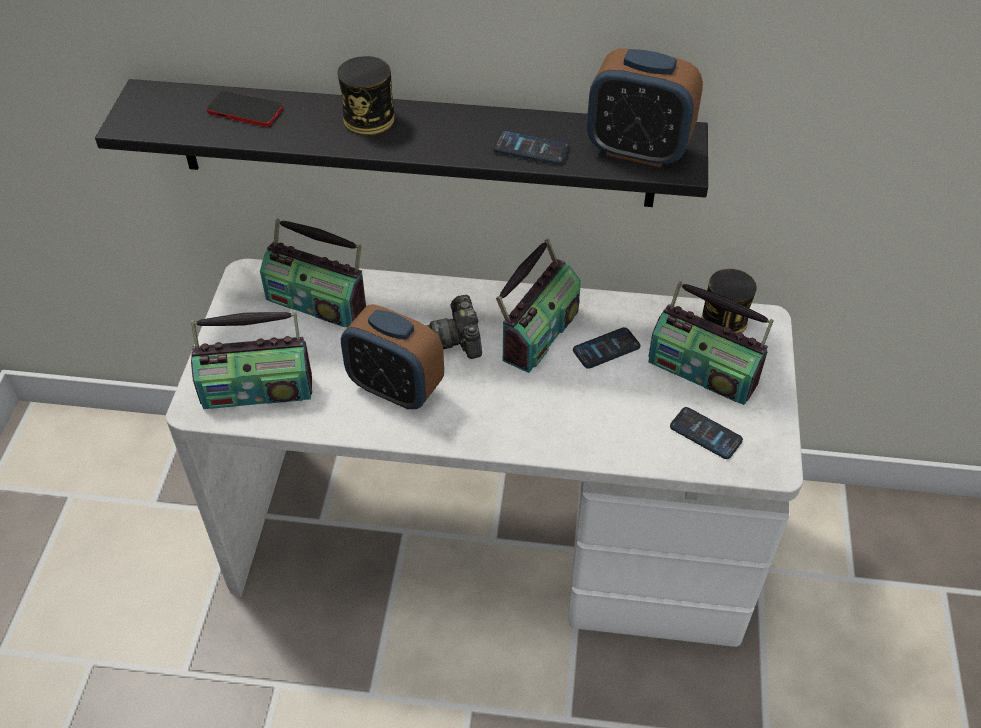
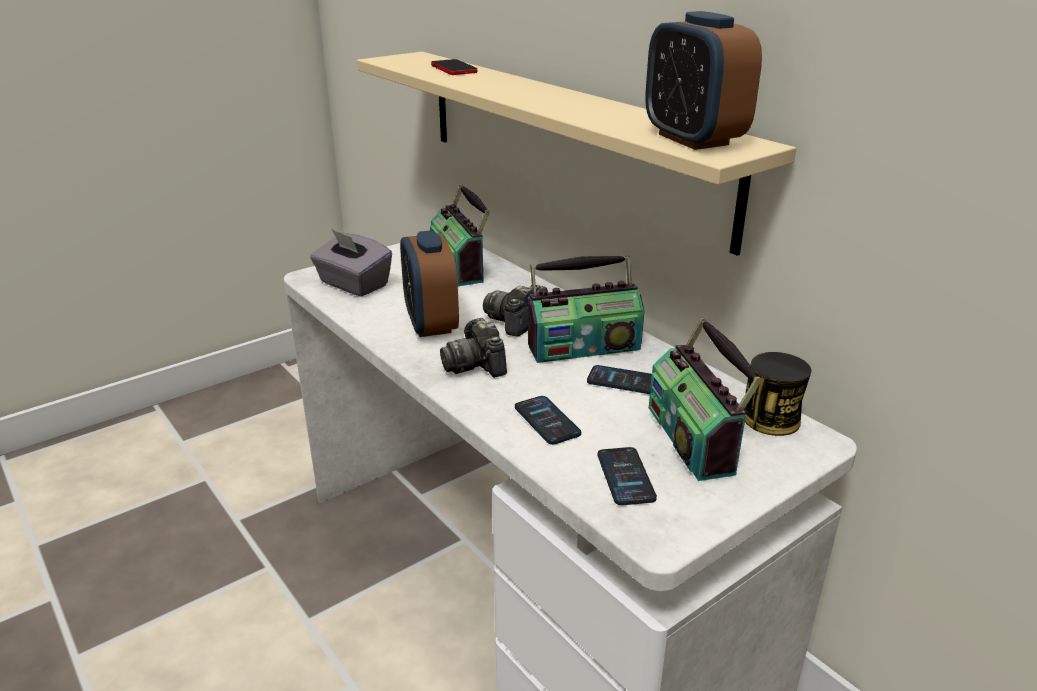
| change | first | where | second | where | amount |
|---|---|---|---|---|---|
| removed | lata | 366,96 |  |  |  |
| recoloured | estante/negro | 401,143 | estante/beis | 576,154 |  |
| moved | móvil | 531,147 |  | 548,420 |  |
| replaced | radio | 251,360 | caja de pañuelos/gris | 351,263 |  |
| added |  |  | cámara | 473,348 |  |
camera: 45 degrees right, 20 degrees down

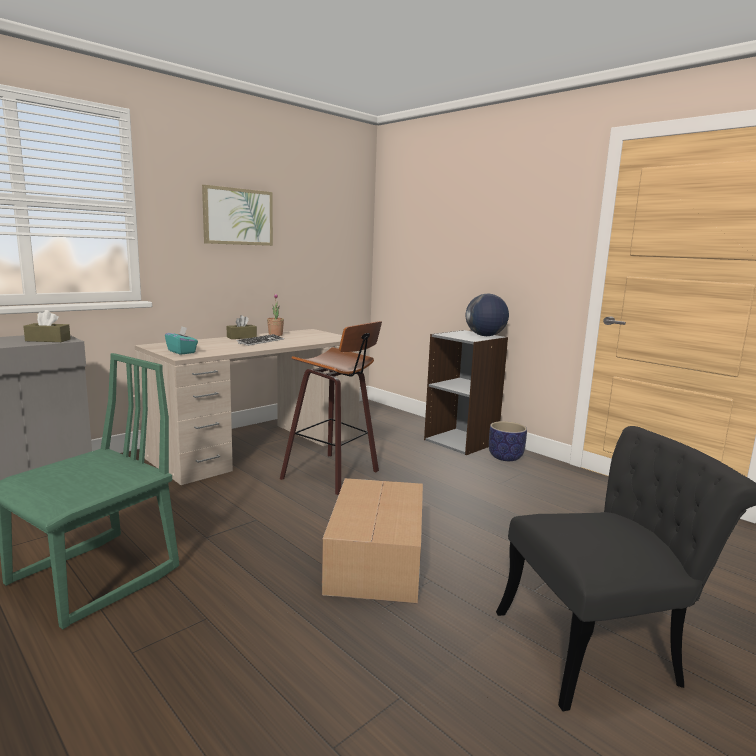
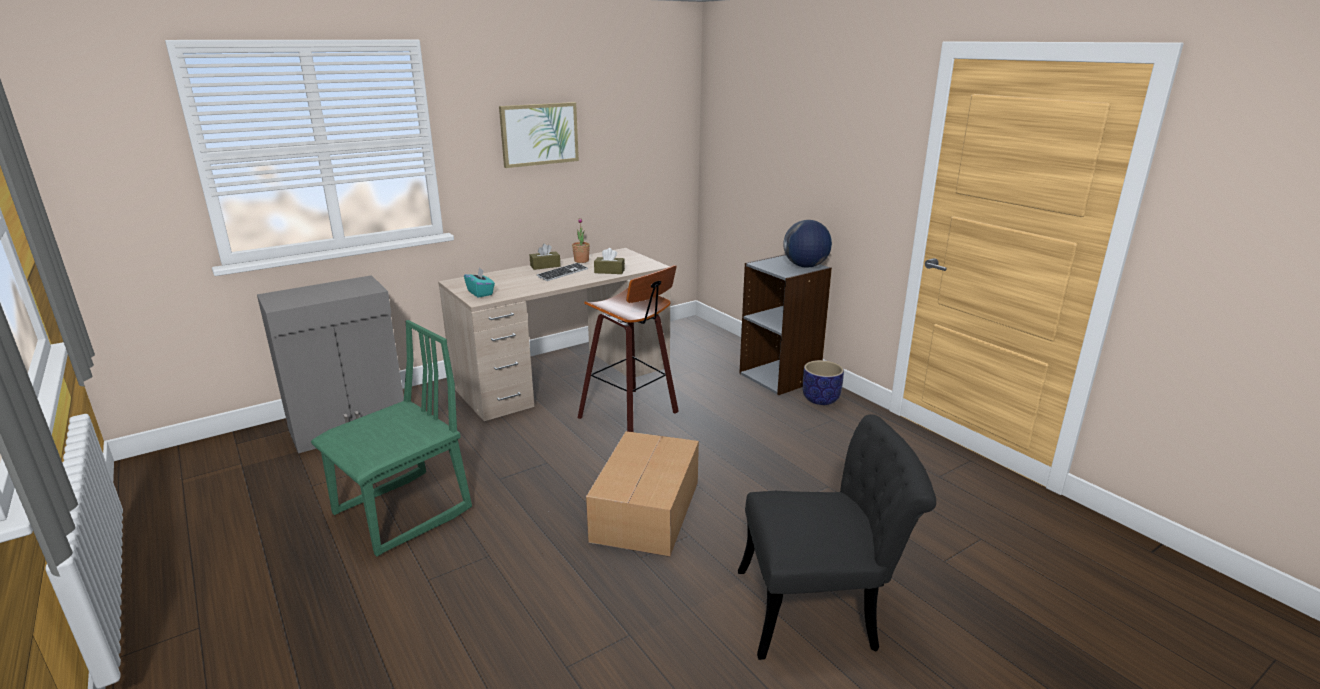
| change | first | where | second | where | amount |
|---|---|---|---|---|---|
| moved | caja de pañuelos/marrón | 47,326 |  | 609,261 |  |
camera: 10 degrees right, 10 degrees up

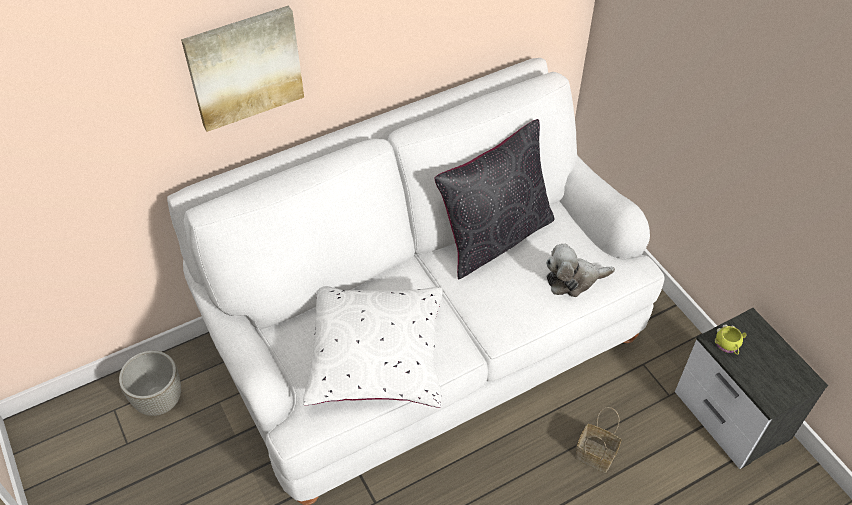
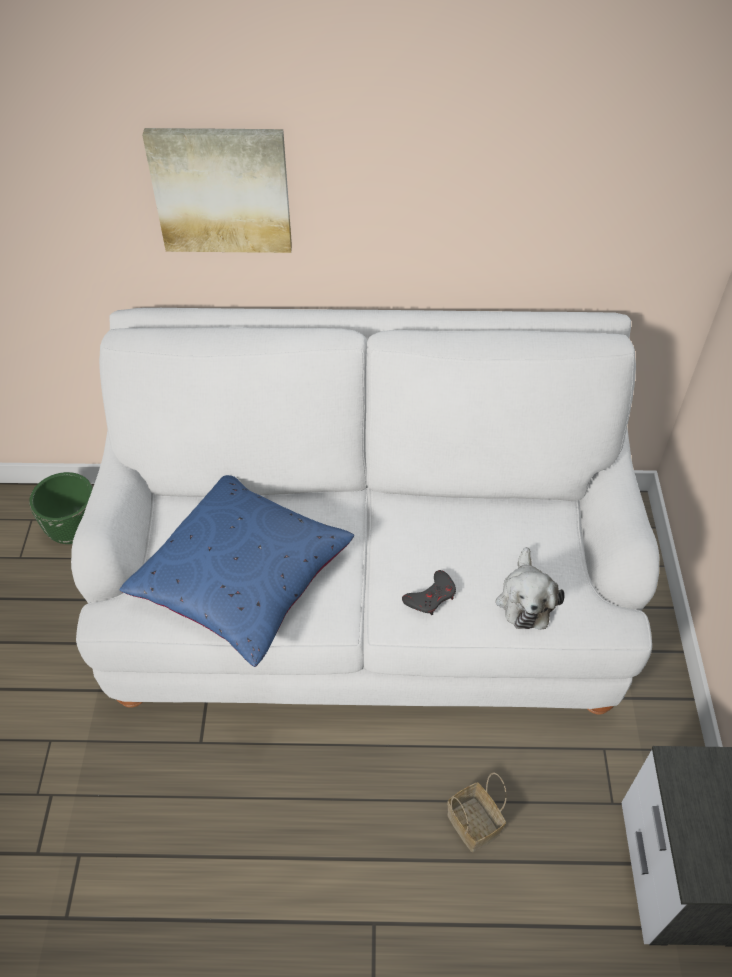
| change | first | where | second | where | amount |
|---|---|---|---|---|---|
| removed | cojín/negro | 494,199 |  |  |  |
| turned | peluche | 580,270 |  | 530,588 | 105 degrees counterclockwise |
| recoloured | cojín/blanco | 372,347 | cojín/azul | 236,571 |  |
| removed | taza grande/amarillo | 731,339 |  |  |  |
| recoloured | maceta/gris | 150,383 | maceta/verde | 61,508 |  |
| added |  |  | mando de consola/gris | 429,592 |  |
camera: 30 degrees right, 0 degrees up

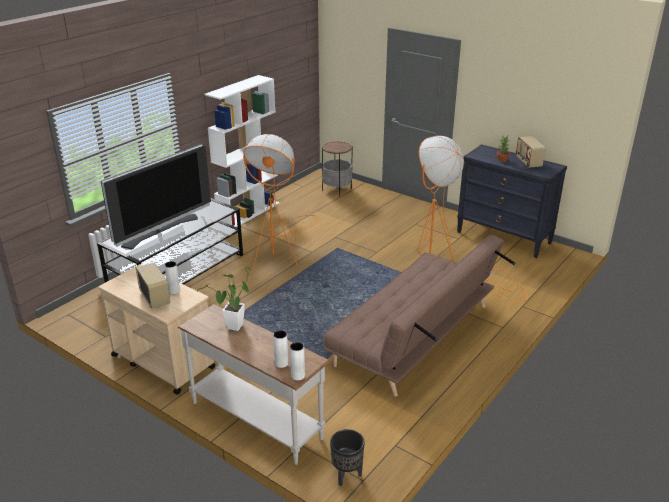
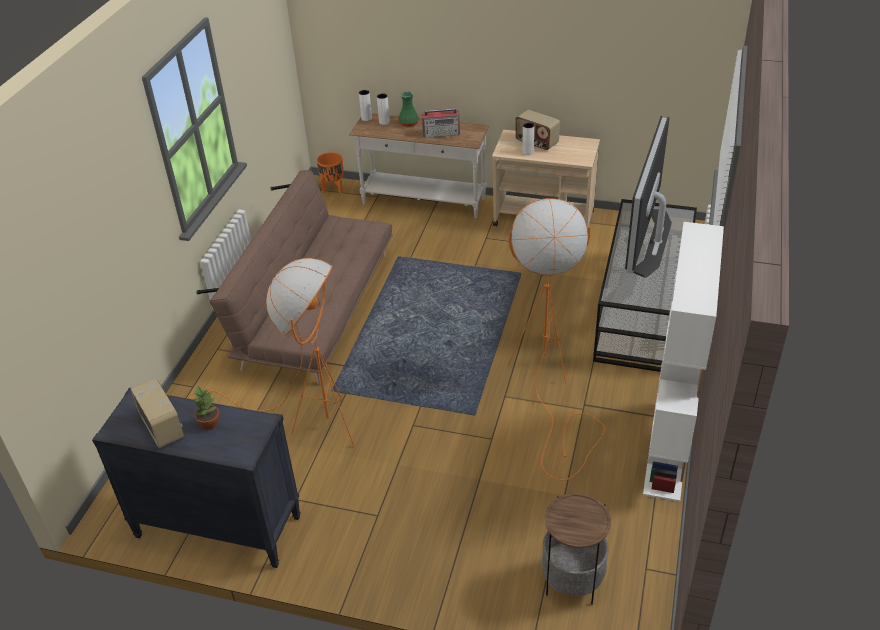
| change | first | where | second | where | amount |
|---|---|---|---|---|---|
| replaced | planta en maceta | 224,298 | radio | 441,123 |  |
| recoloured | maceta/negro | 347,457 | maceta/naranja | 330,172 |  |
| added |  |  | florero/verde | 409,109 |  |
camera: 160 degrees right, 10 degrees up

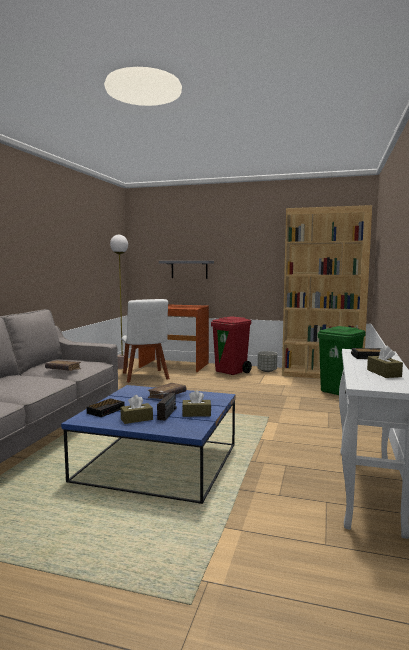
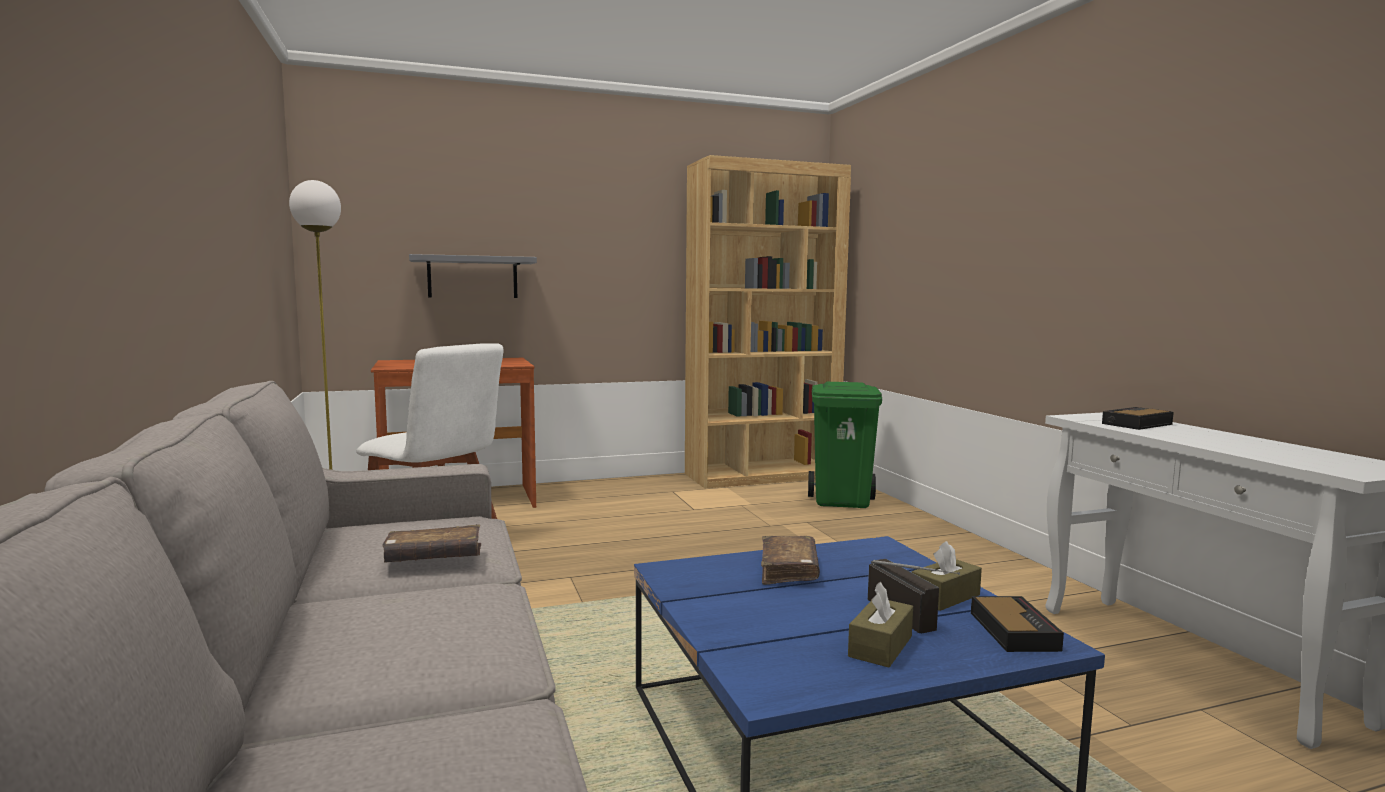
| change | first | where | second | where | amount |
|---|---|---|---|---|---|
| removed | papelera/rojo | 231,345 |  |  |  |
| removed | caja de pañuelos/marrón | 385,362 |  |  |  |
| removed | maceta/gris | 267,361 |  |  |  |
| moved | despertador | 106,407 |  | 1017,624 |  |
camera: 35 degrees left, 0 degrees up

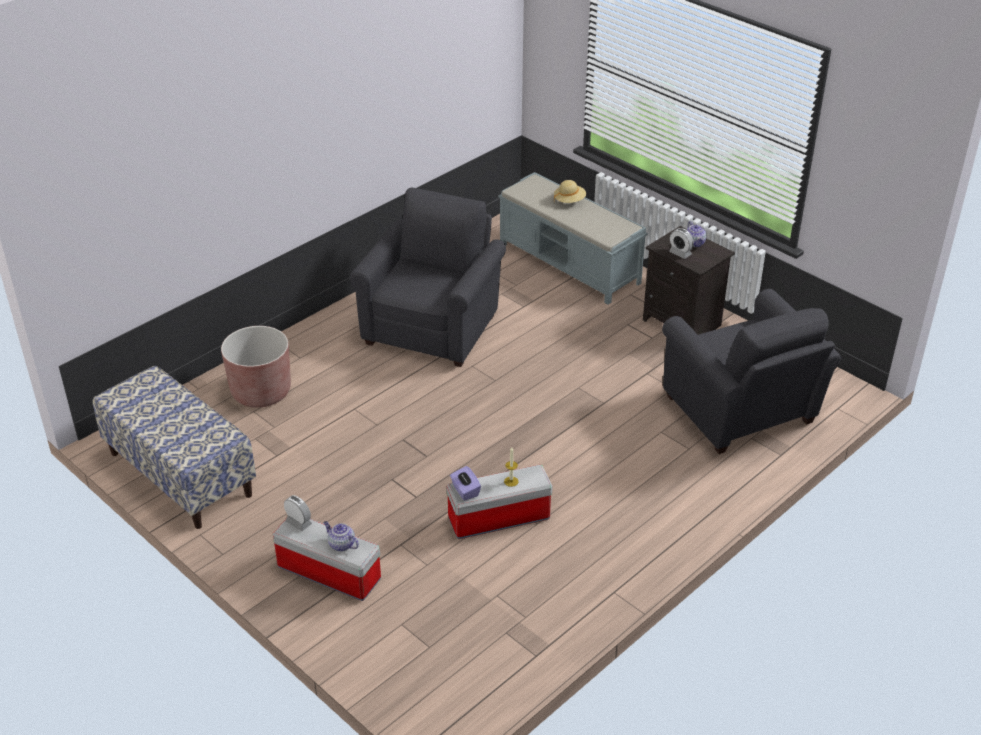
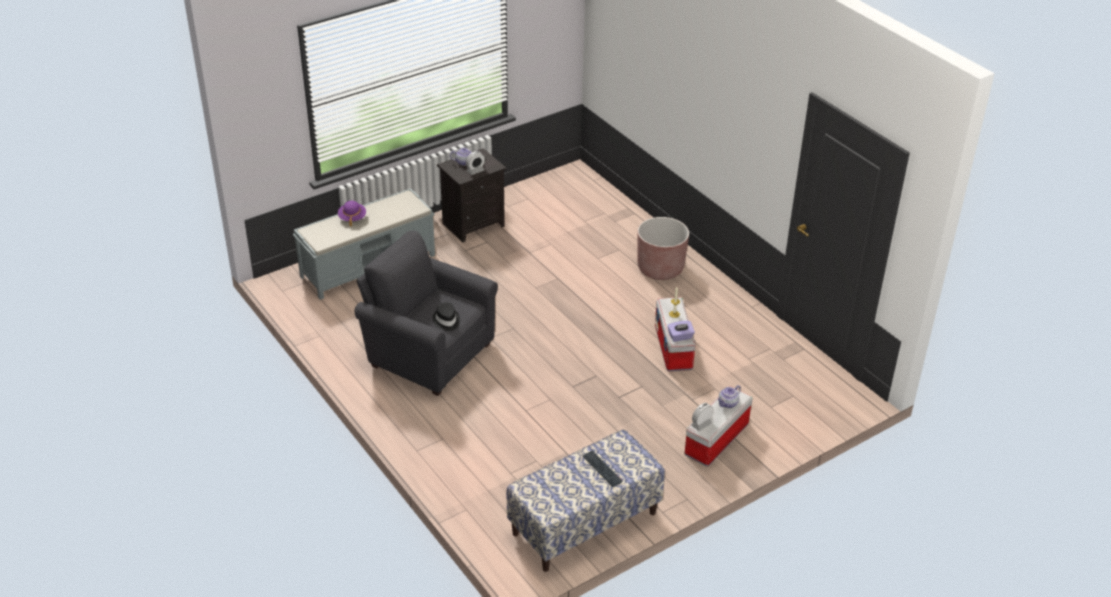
| change | first | where | second | where | amount |
|---|---|---|---|---|---|
| recoloured | sombrero/beis | 570,191 | sombrero/morado | 352,214 |  |
| removed | sillón/gris | 751,371 |  |  |  |
| moved | maceta/marrón | 256,367 |  | 663,248 |  |
| added |  |  | sombrero/negro | 446,316 |  |
| added |  |  | teclado | 602,468 |  |
camera: 80 degrees left, 0 degrees up

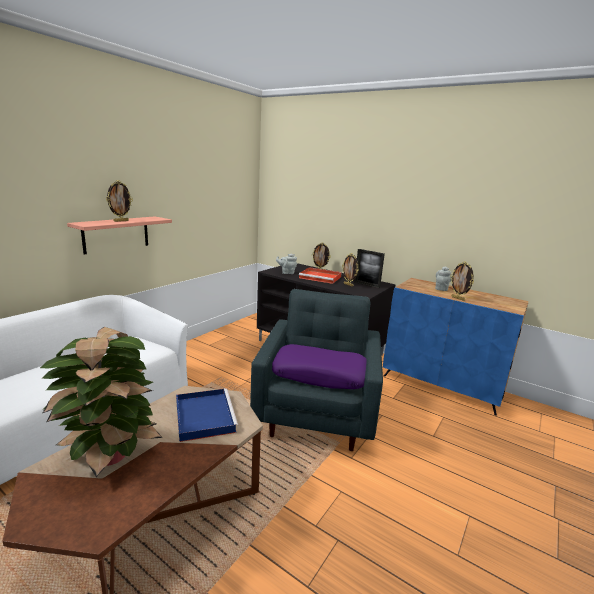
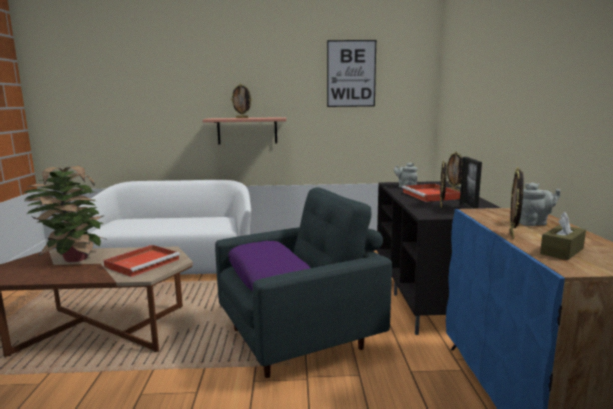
| change | first | where | second | where | amount |
|---|---|---|---|---|---|
| recoloured | bandeja/azul | 207,415 | bandeja/rojo | 142,261 |  |
| added |  |  | cuadro | 351,73 |  |
| added |  |  | caja de pañuelos/marrón | 563,236 |  |
camera: 55 degrees right, 5 degrees down

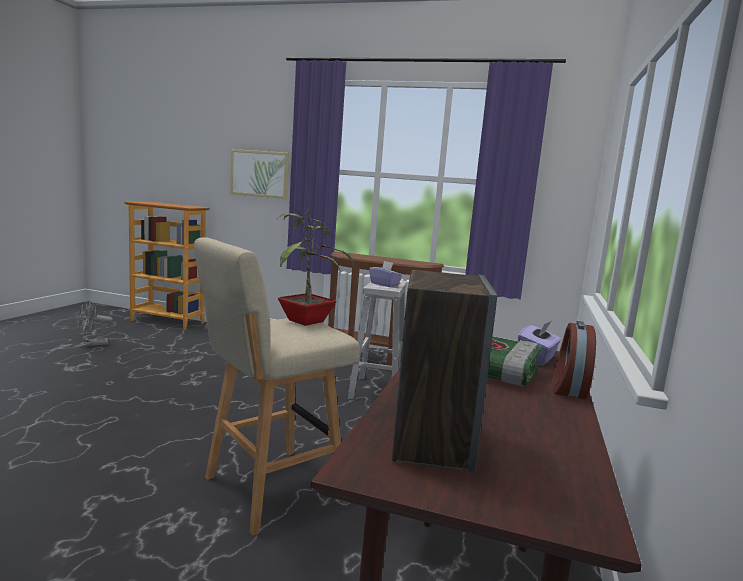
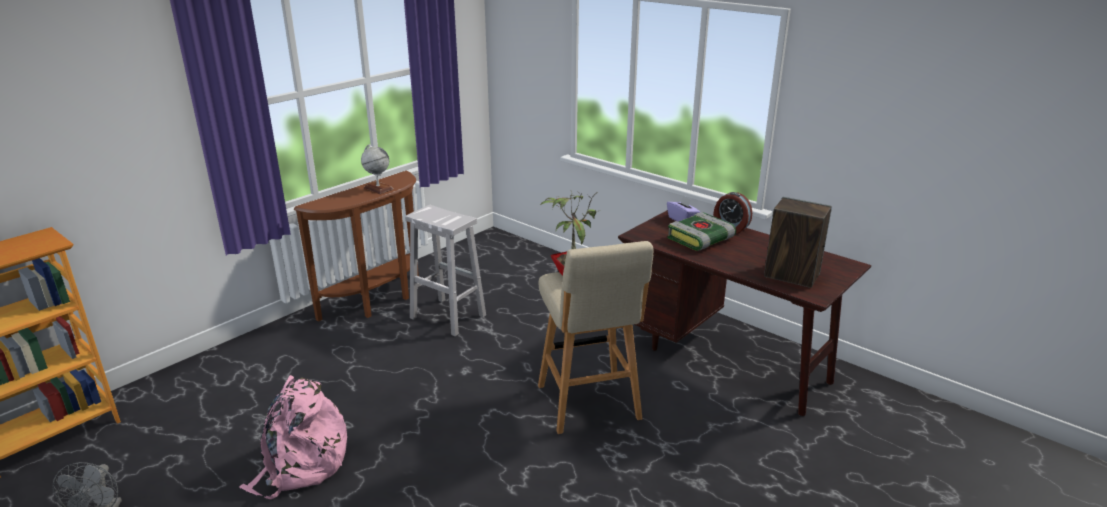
| change | first | where | second | where | amount |
|---|---|---|---|---|---|
| removed | cuadro | 259,174 |  |  |  |
| removed | caja de pañuelos/morado | 385,274 |  |  |  |
| added |  |  | globo terráqueo | 377,169 |  |
| added |  |  | mochila/rosa | 293,437 |  |
camera: 65 degrees left, 15 degrees up

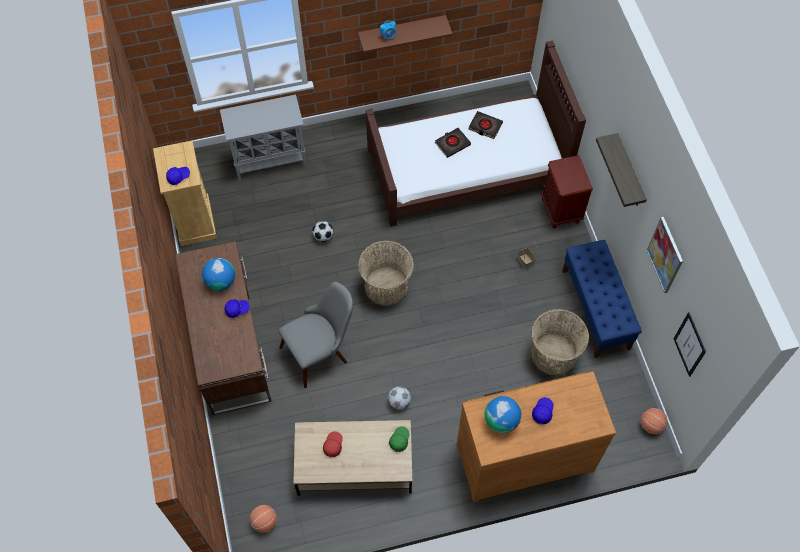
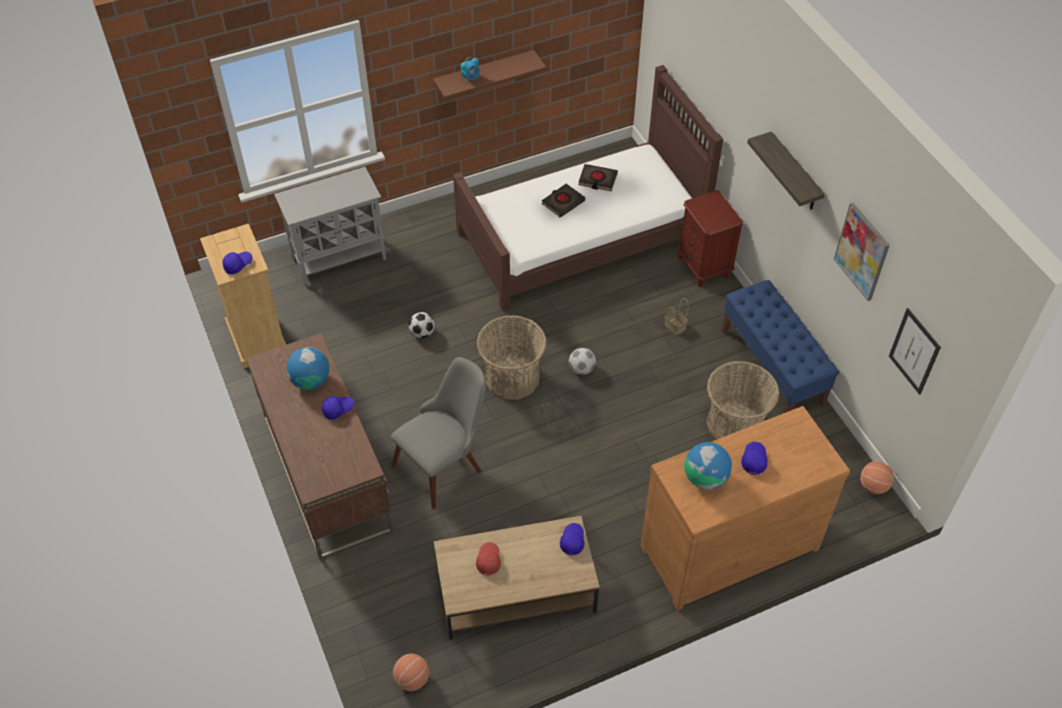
| change | first | where | second | where | amount |
|---|---|---|---|---|---|
| moved | balón de fútbol | 399,398 |  | 582,361 |  |
| recoloured | gorra/verde | 399,439 | gorra/azul | 572,539 |  |
camera: 10 degrees left, 10 degrees down

